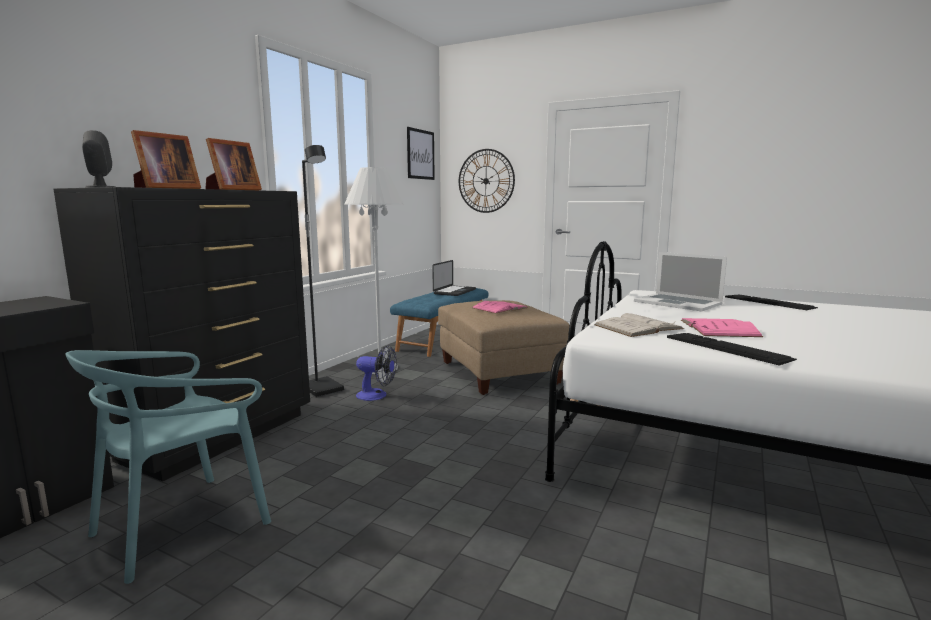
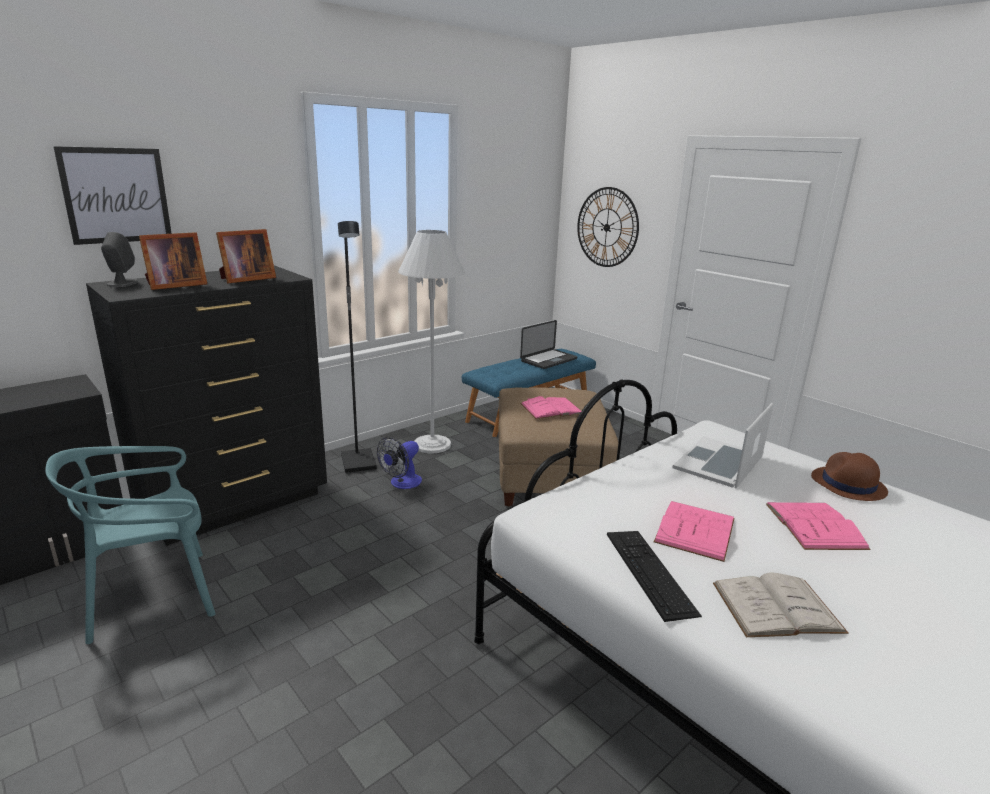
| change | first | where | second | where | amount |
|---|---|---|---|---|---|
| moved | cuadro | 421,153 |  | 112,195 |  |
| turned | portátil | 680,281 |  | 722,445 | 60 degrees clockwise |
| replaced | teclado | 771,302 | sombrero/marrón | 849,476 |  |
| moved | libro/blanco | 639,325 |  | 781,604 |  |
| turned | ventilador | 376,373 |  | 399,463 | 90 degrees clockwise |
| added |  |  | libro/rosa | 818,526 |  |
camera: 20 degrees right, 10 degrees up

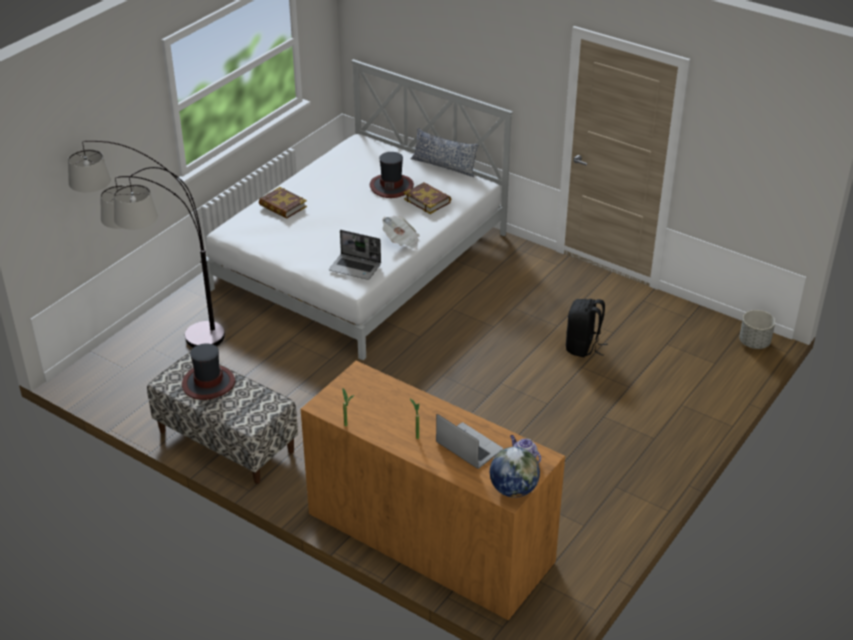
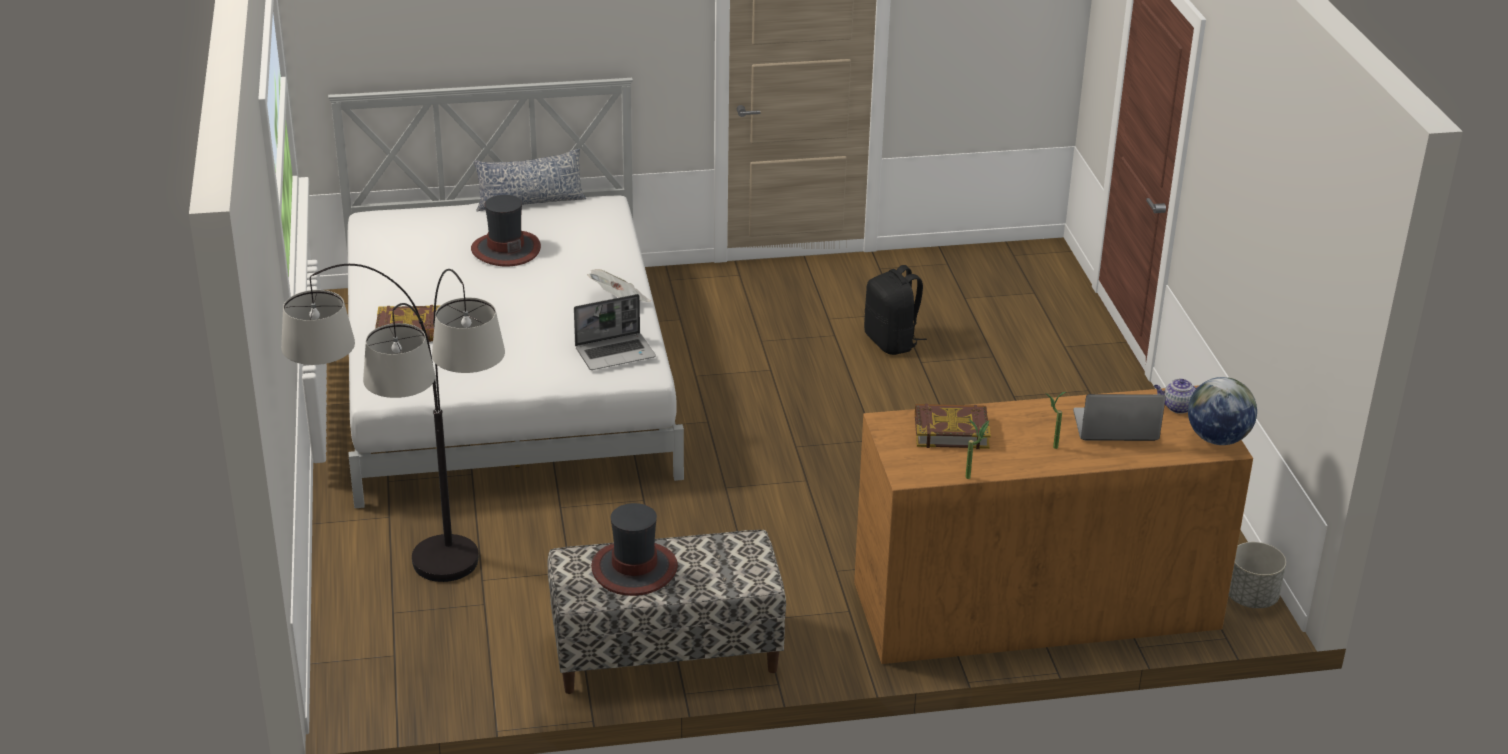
| change | first | where | second | where | amount |
|---|---|---|---|---|---|
| moved | libro | 427,198 |  | 953,426 |  |
| moved | maceta/gris | 757,329 |  | 1257,575 |  |
camera: 45 degrees left, 5 degrees down

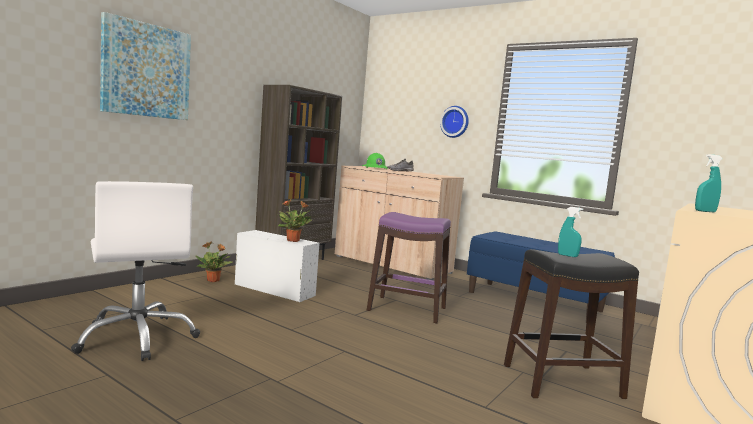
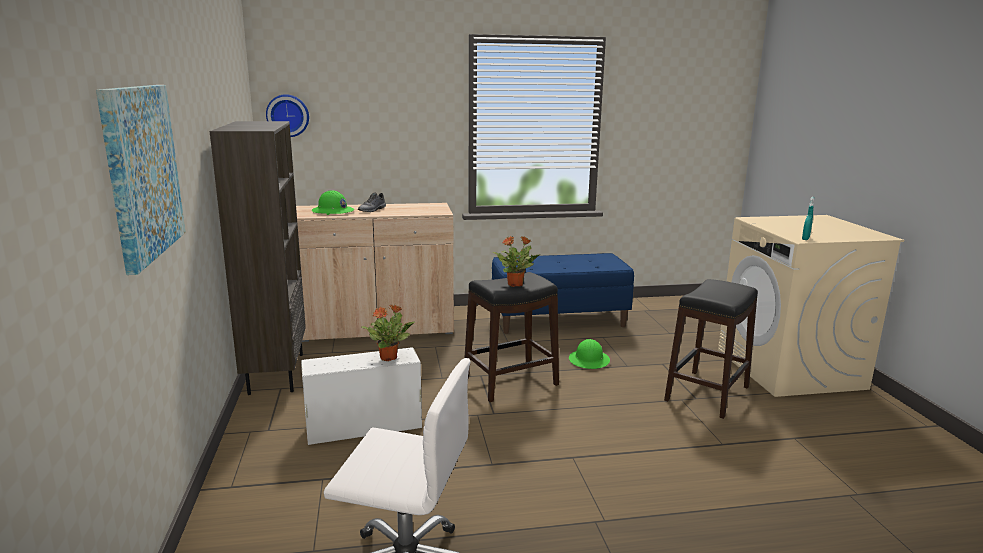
| change | first | where | second | where | amount |
|---|---|---|---|---|---|
| moved | reloj de pared | 454,122 |  | 287,115 |  |
| removed | pulverizador/turquesa | 570,232 |  |  |  |
| recoloured | taburete/morado | 409,267 | taburete/negro | 511,337 |  |
| moved | planta en maceta | 213,261 |  | 516,261 |  |
| added |  |  | casco/verde | 589,354 |  |
camera: 45 degrees left, 10 degrees up

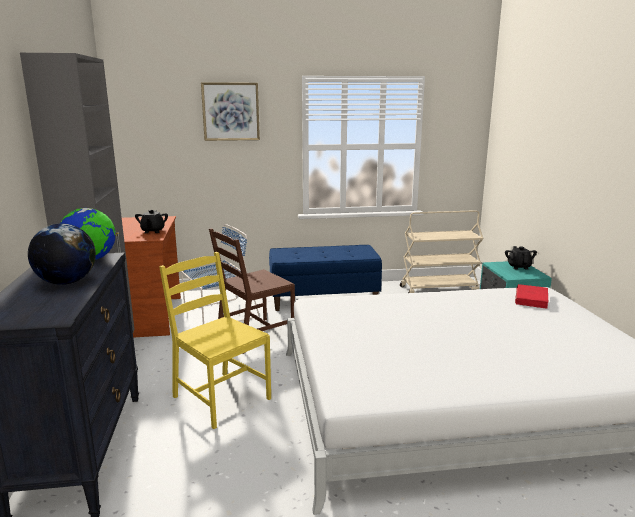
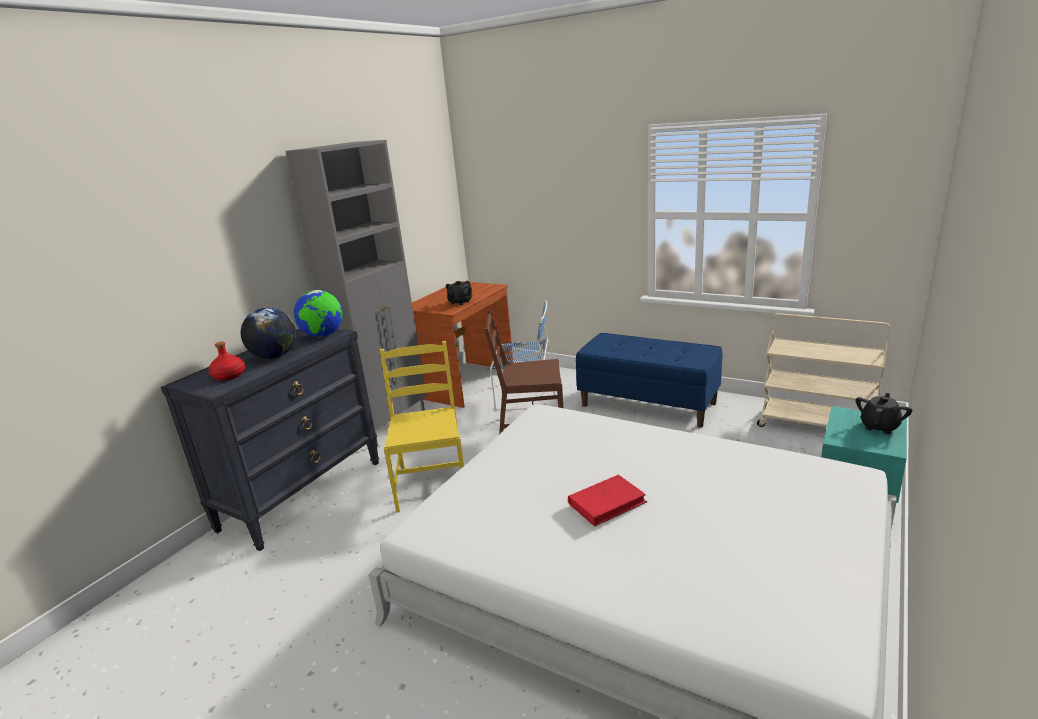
| change | first | where | second | where | amount |
|---|---|---|---|---|---|
| removed | cuadro | 230,112 |  |  |  |
| moved | libro/rojo | 531,296 |  | 607,501 |  |
| added |  |  | botella/rojo | 226,361 |  |
camera: 40 degrees right, 5 degrees up

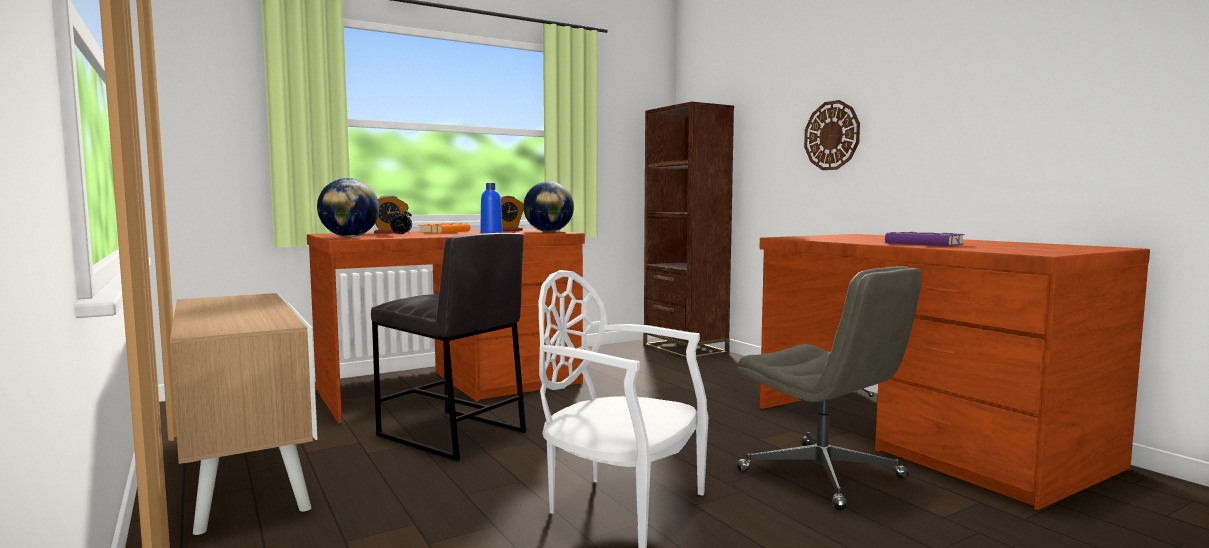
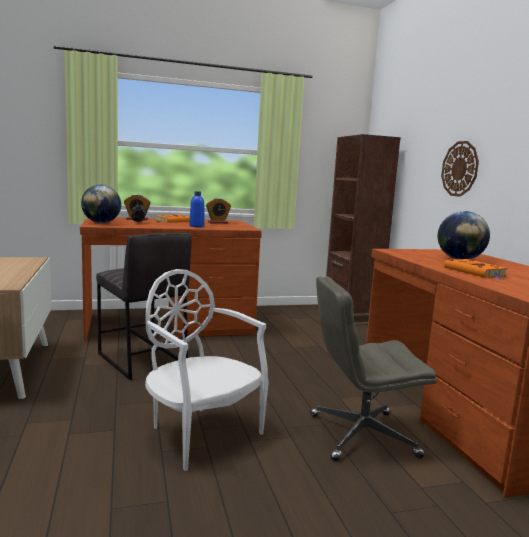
| change | first | where | second | where | amount |
|---|---|---|---|---|---|
| moved | globo terráqueo | 548,206 |  | 464,235 |  |
| recoloured | libro/morado | 926,239 | libro/naranja | 476,269 |  |
| turned | silla de oficina/gris | 829,388 |  | 373,368 | 105 degrees clockwise |
camera: 15 degrees right, 5 degrees up

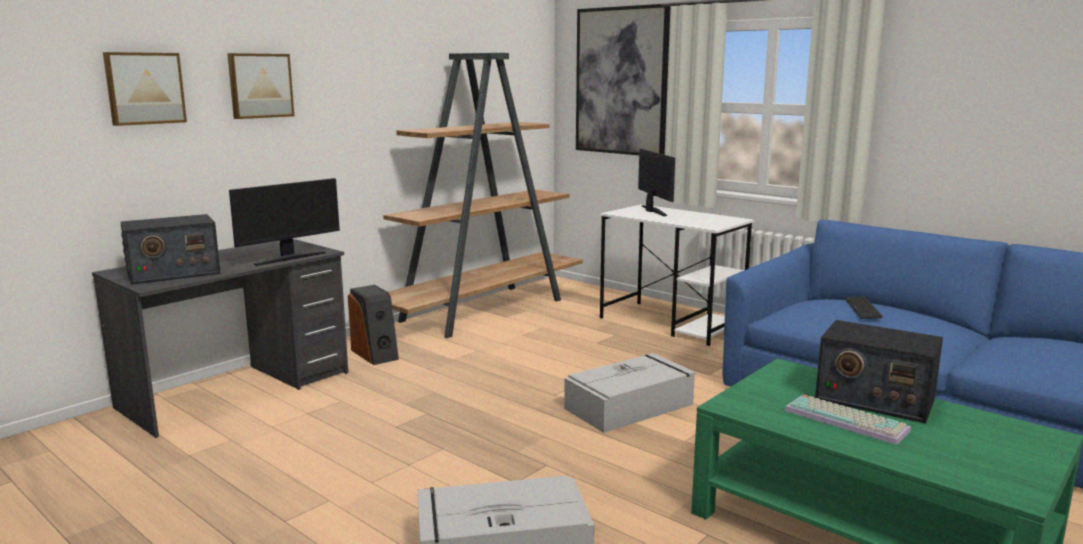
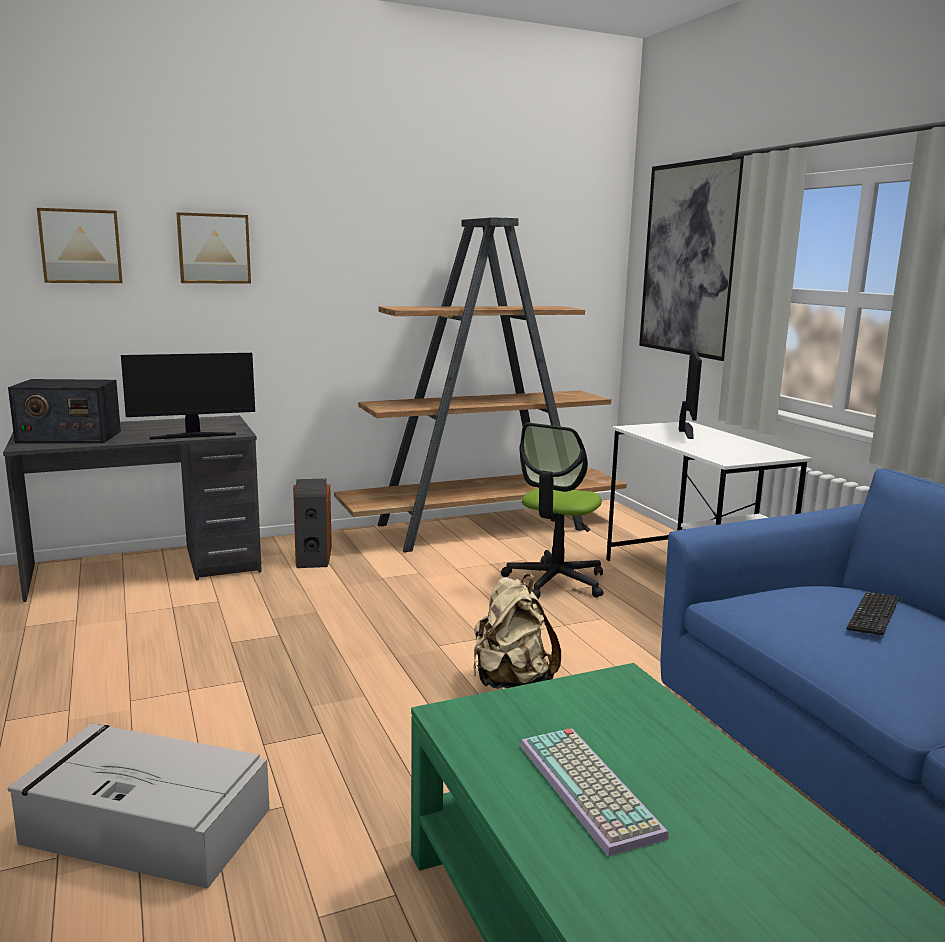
| change | first | where | second | where | amount |
|---|---|---|---|---|---|
| removed | radio | 879,372 |  |  |  |
| replaced | caja de almacenaje/gris | 630,393 | mochila/beis | 517,631 |  |
| added |  |  | silla de oficina | 552,510 |  |
camera: 25 degrees right, 0 degrees up

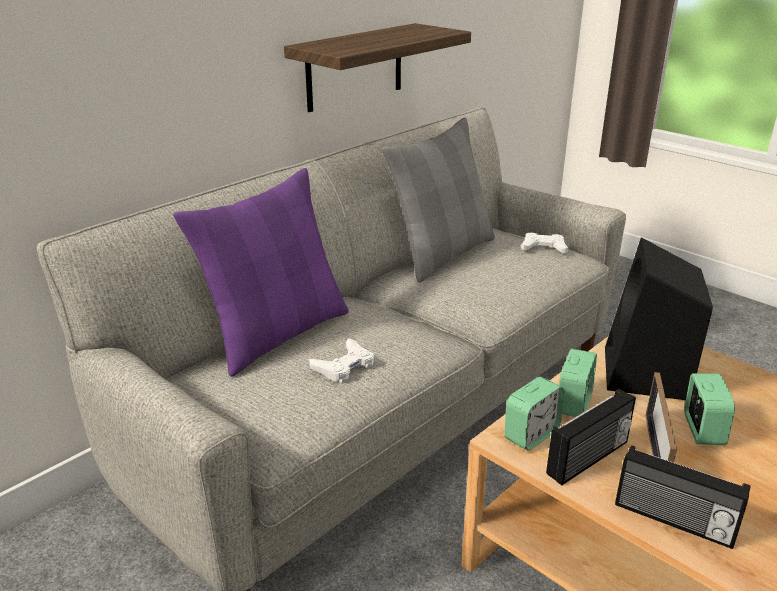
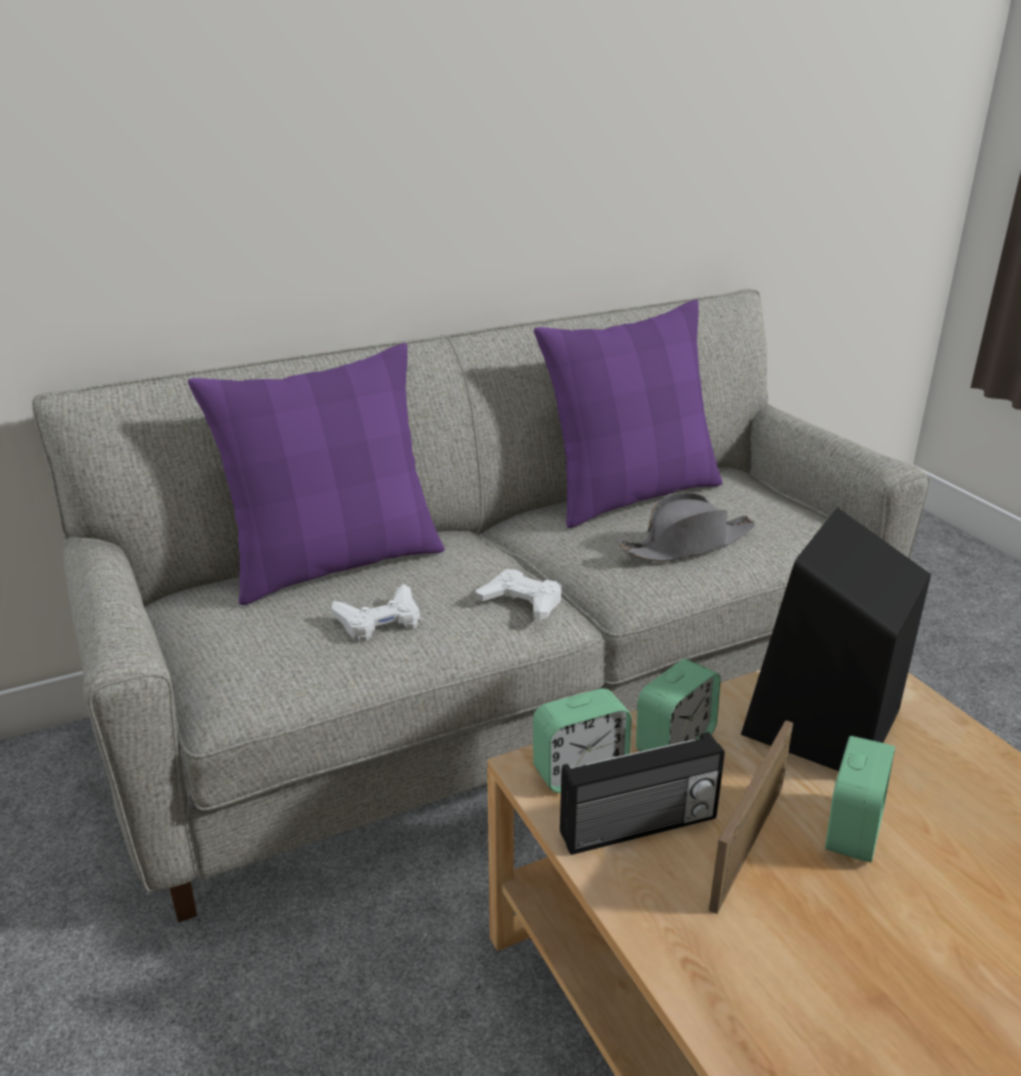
| change | first | where | second | where | amount |
|---|---|---|---|---|---|
| removed | estante | 377,67 |  |  |  |
| recoloured | cojín/gris | 438,199 | cojín/morado | 628,413 |  |
| moved | mando de consola/blanco | 544,242 |  | 518,594 |  |
| removed | radio | 683,497 |  |  |  |
| added |  |  | sombrero/gris | 686,527 |  |
camera: 20 degrees right, 0 degrees up

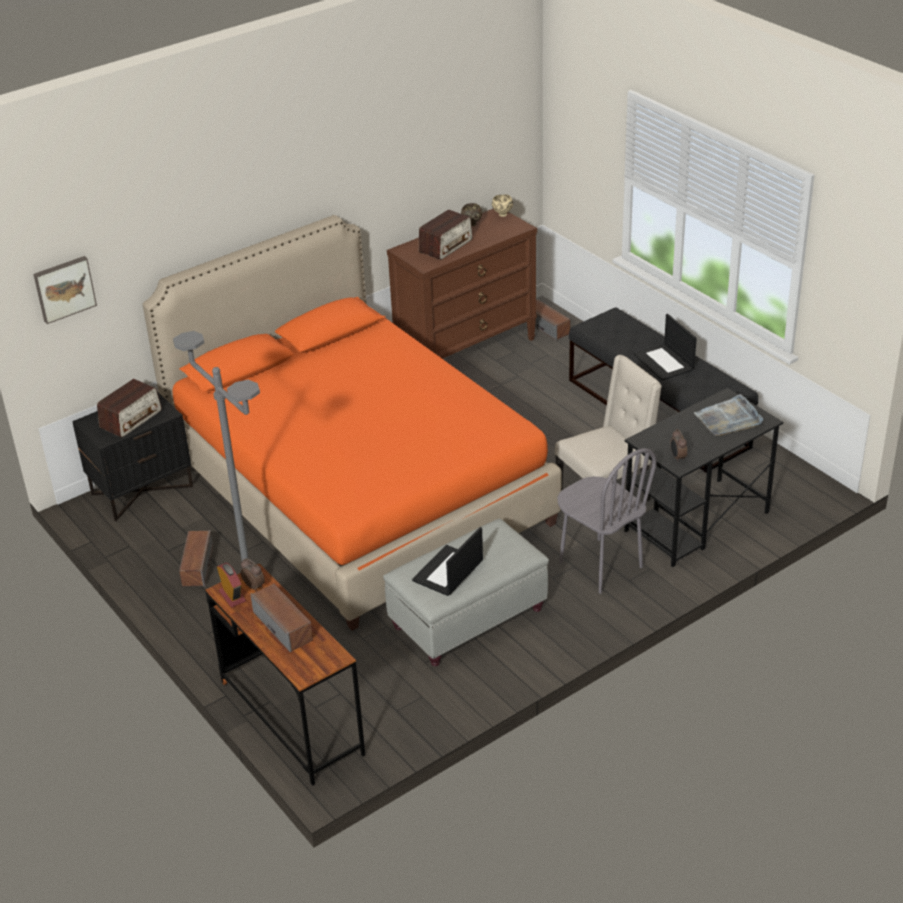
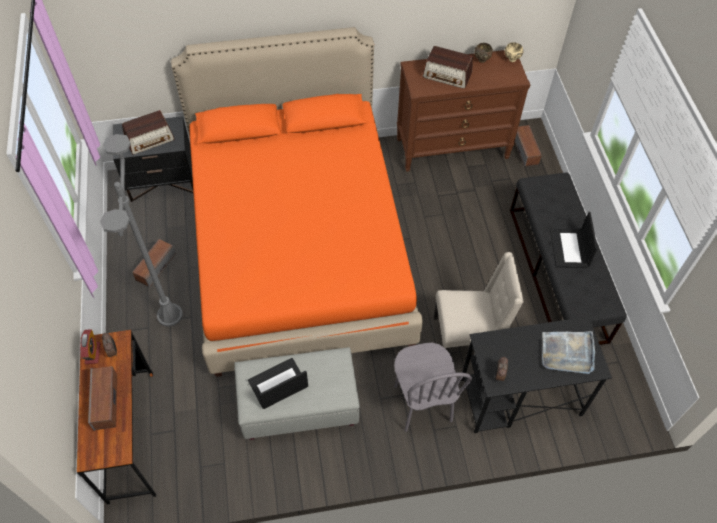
| change | first | where | second | where | amount |
|---|---|---|---|---|---|
| turned | radio | 446,235 |  | 448,67 | 45 degrees clockwise |
| removed | cuadro | 65,290 |  |  |  |
camera: 25 degrees right, 20 degrees up

